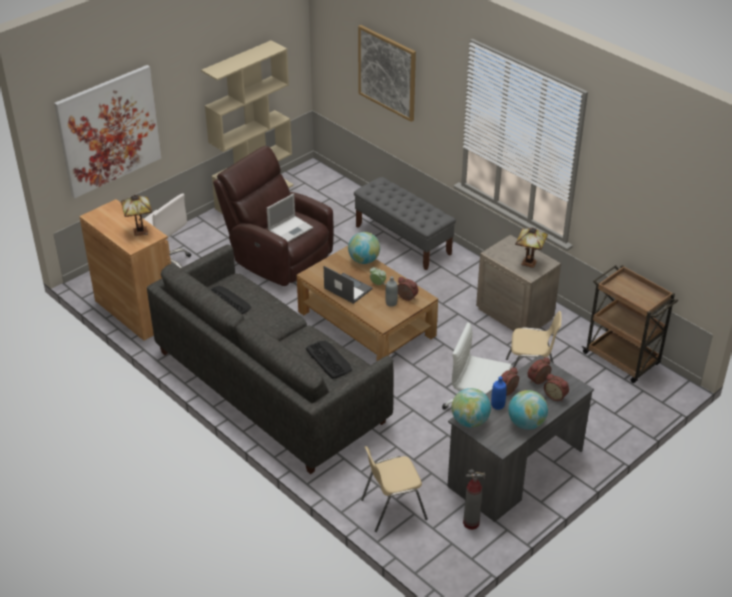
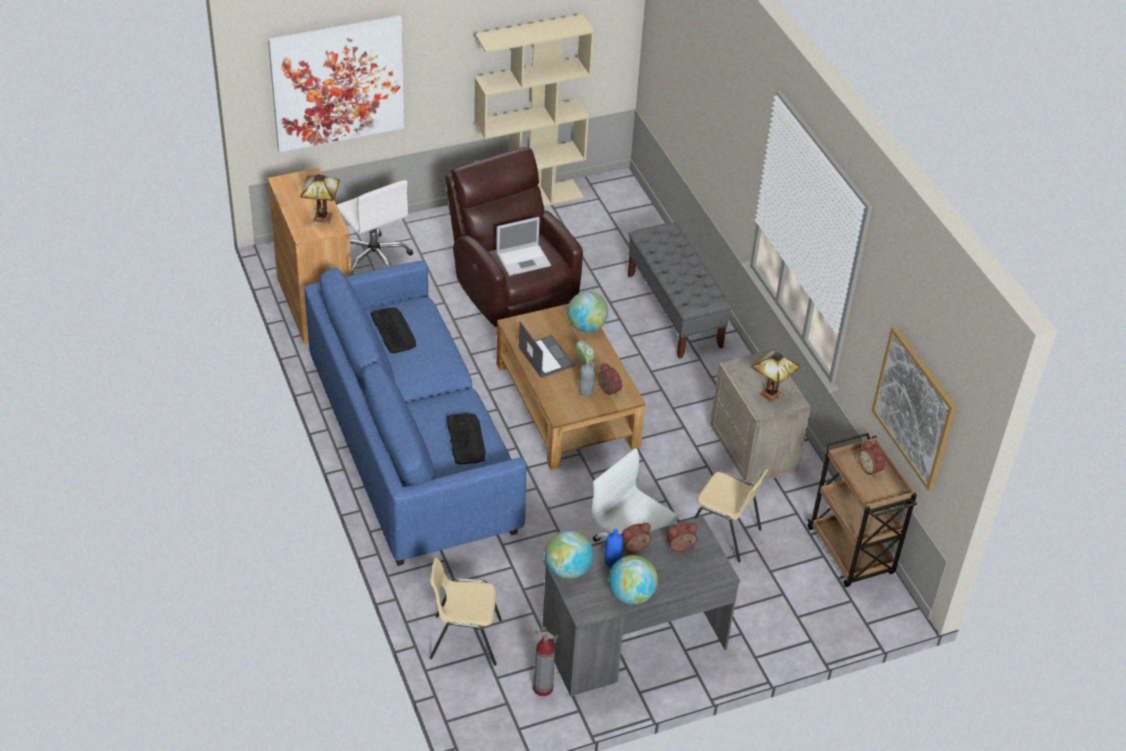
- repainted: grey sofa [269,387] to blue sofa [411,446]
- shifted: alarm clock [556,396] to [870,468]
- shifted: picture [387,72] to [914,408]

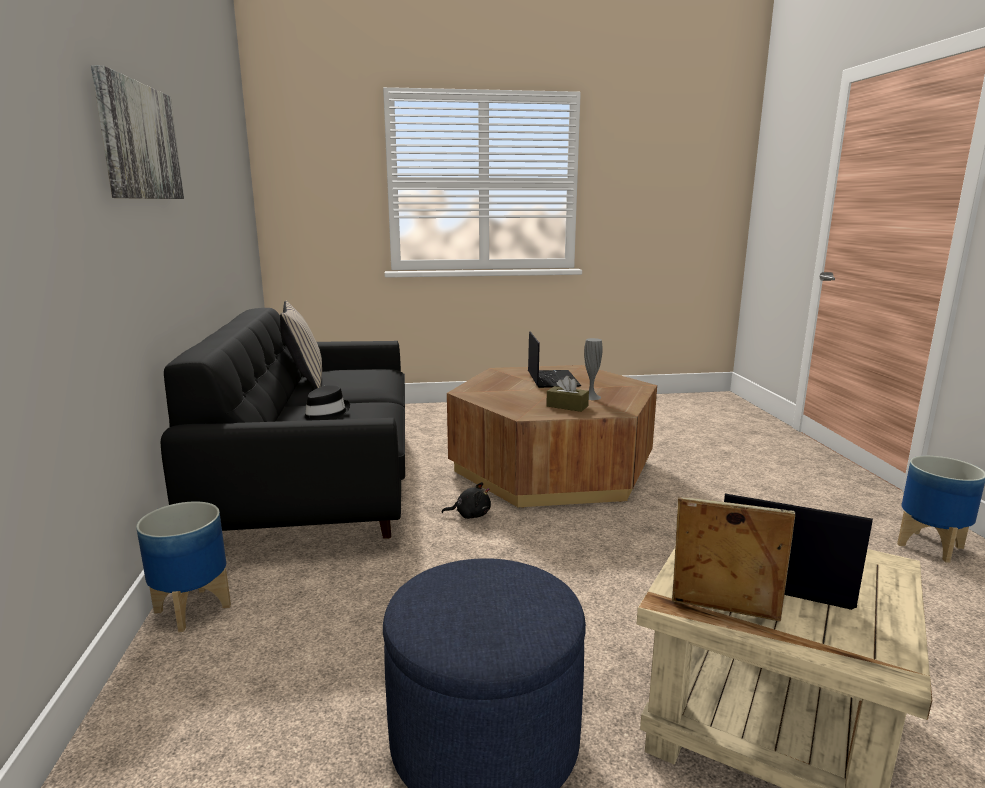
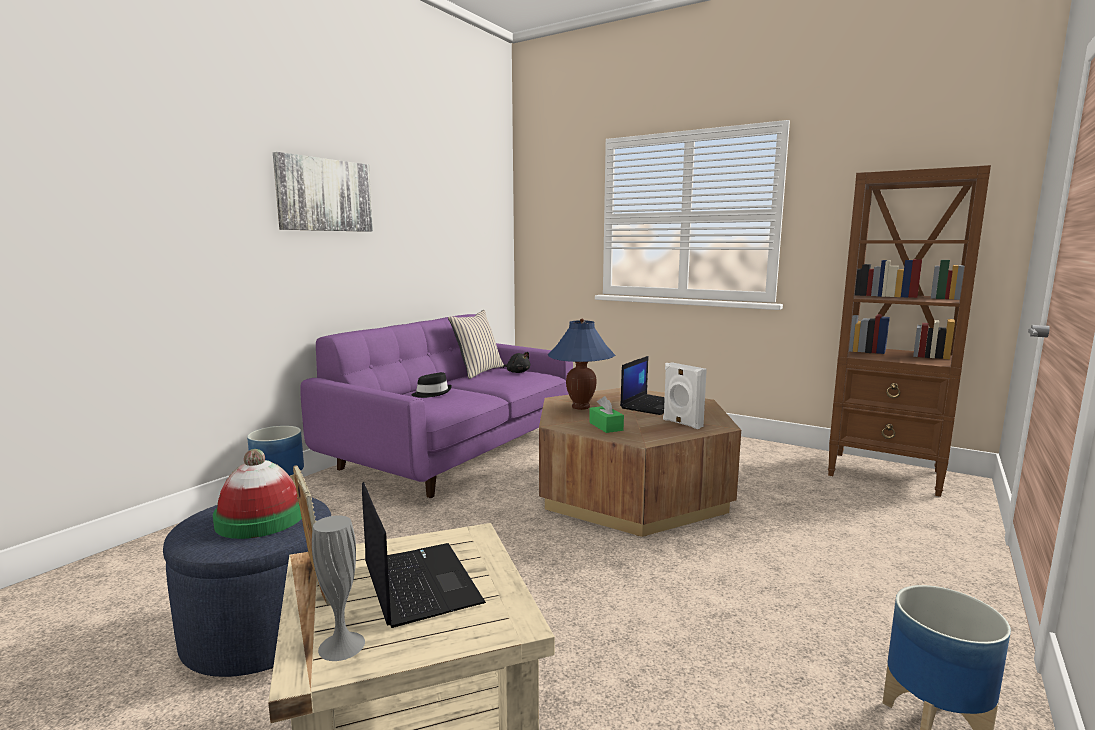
- new: hat [260,518]
- repainted: black sofa [319,482] to purple sofa [455,451]
- shifted: grey vase [591,397] to [341,645]
- shifted: black plush toy [470,515] to [517,372]
- new: blue table lamp [581,407]
- repainted: brown tissue box [567,406] to green tissue box [606,426]
- new: white speaker [681,423]
- new: brown bookcase [886,473]

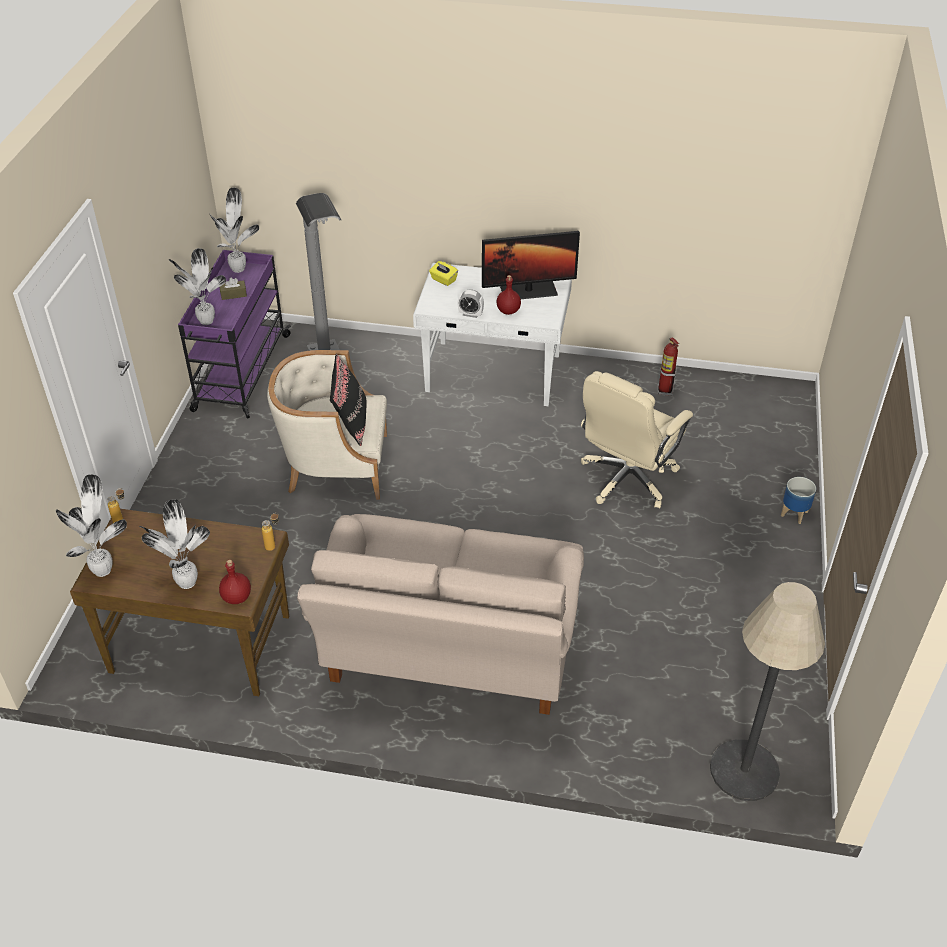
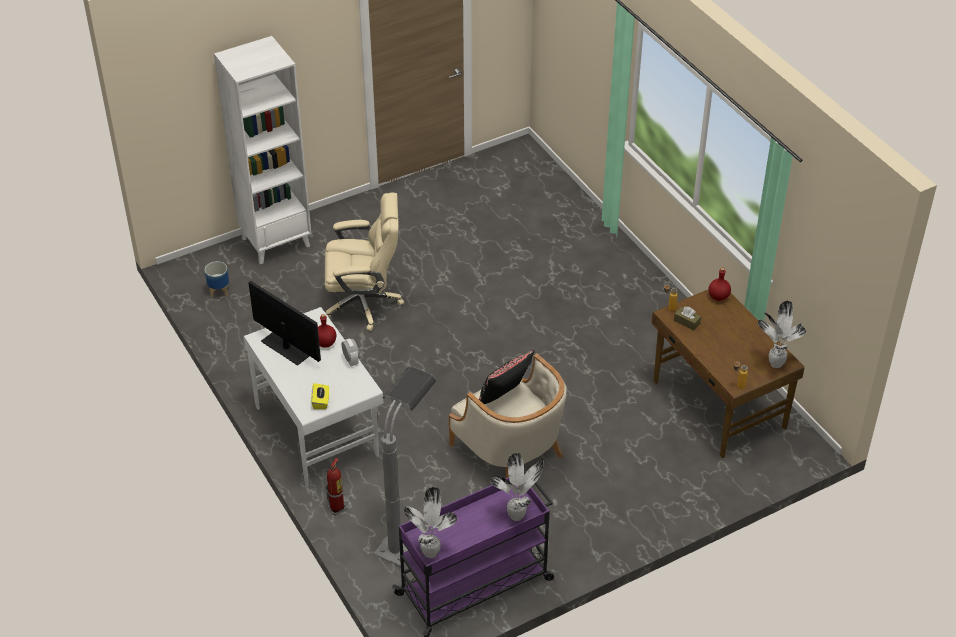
- shifted: planter [794,514] to [219,291]
- new: white bookcase [276,241]
- shifted: fire extinguisher [664,391] to [337,508]
- shifted: brown tissue box [233,294] to [687,322]
- gone: potted plant [185,584]
- gone: beige sofa [449,650]
- gone: floor lamp [744,770]

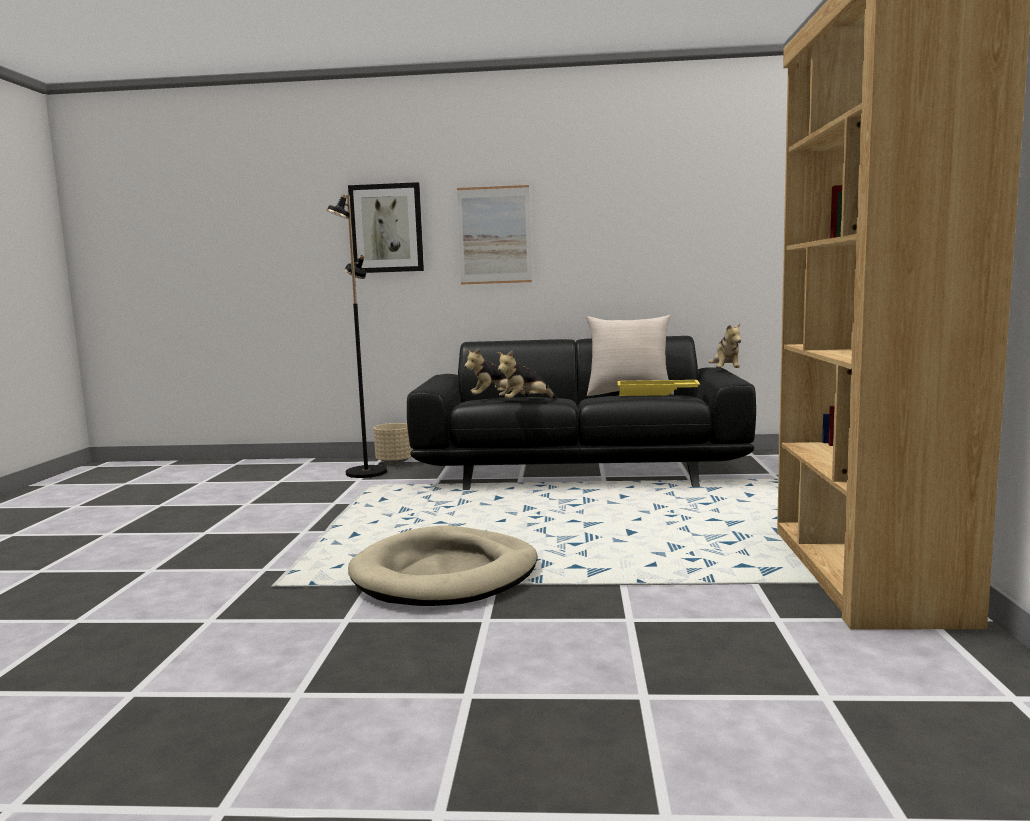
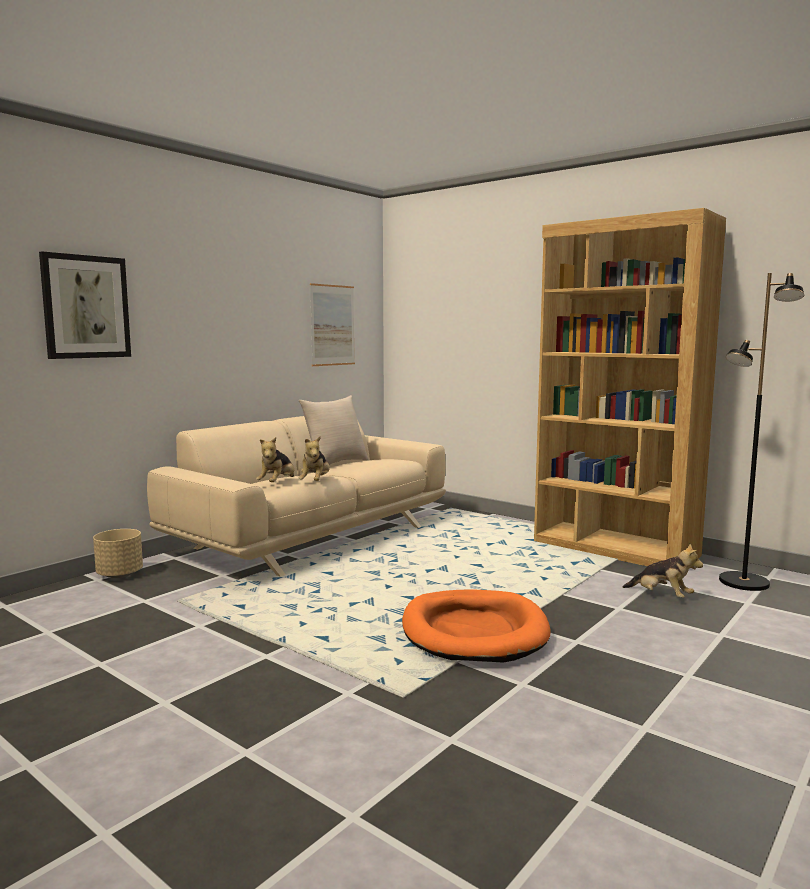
- repainted: black sofa [580,470] to beige sofa [313,537]
- shifted: picture [494,235] to [332,325]
- repainted: beige dog bed [446,574] to orange dog bed [474,631]
- shifted: plush toy [725,372] to [662,596]
- shifted: black floor lamp [365,473] to [743,582]
- gone: yellow tray [656,393]

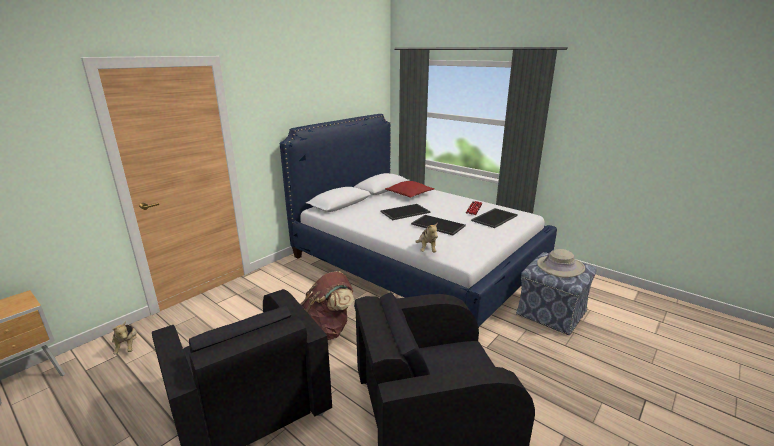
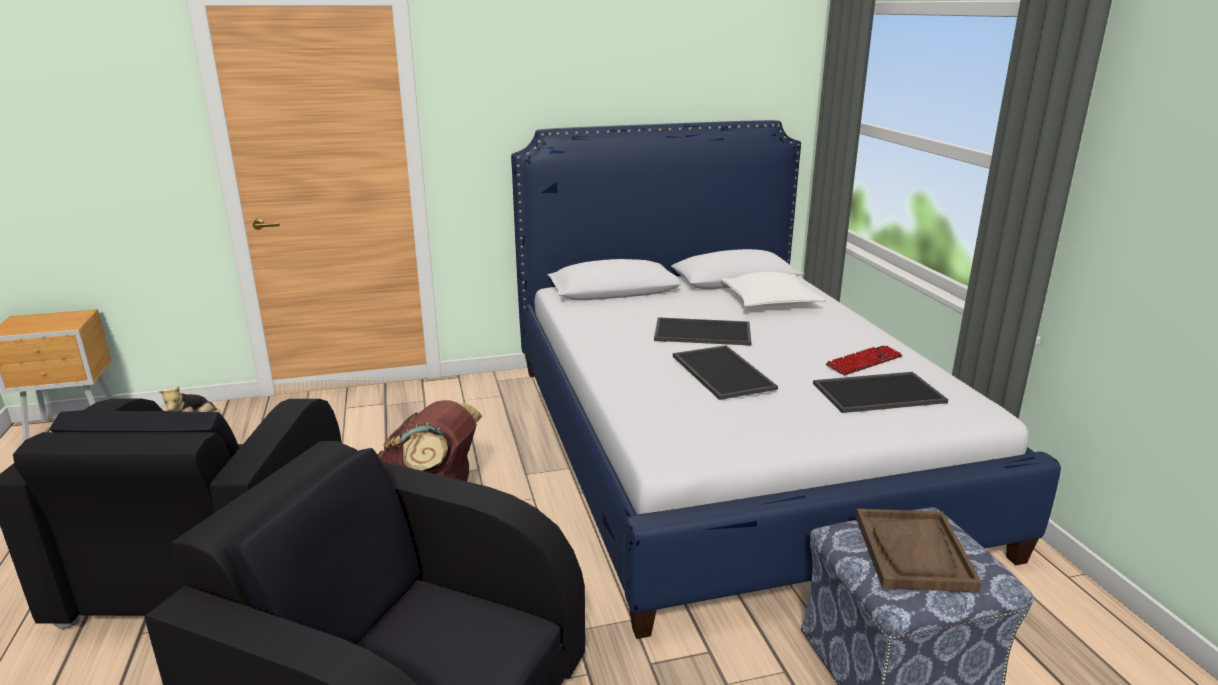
- repainted: red pillow [409,194] to white pillow [770,301]
- swapped: beige hat [560,267] to brown tray [913,552]
- gone: plush toy [427,249]

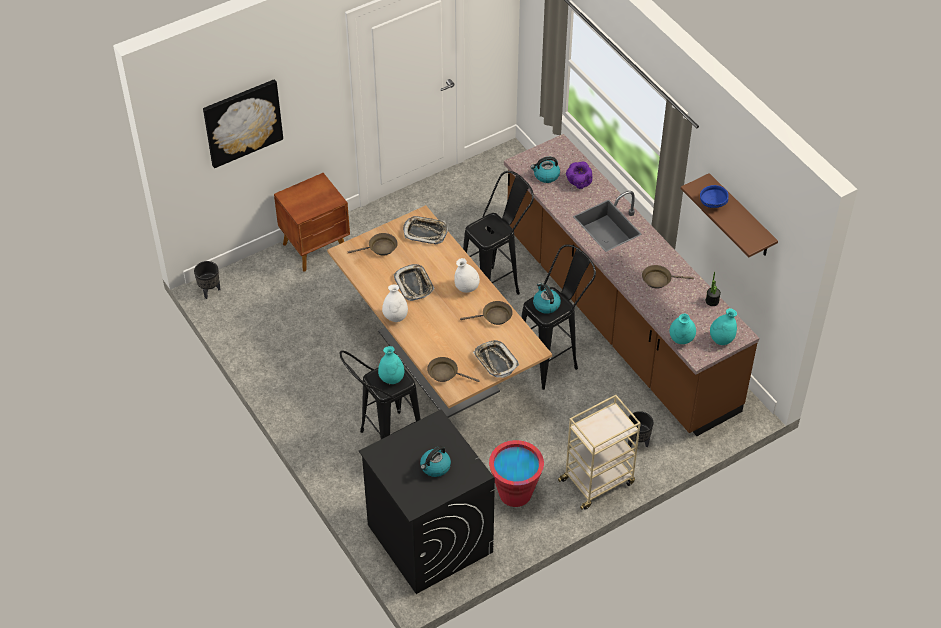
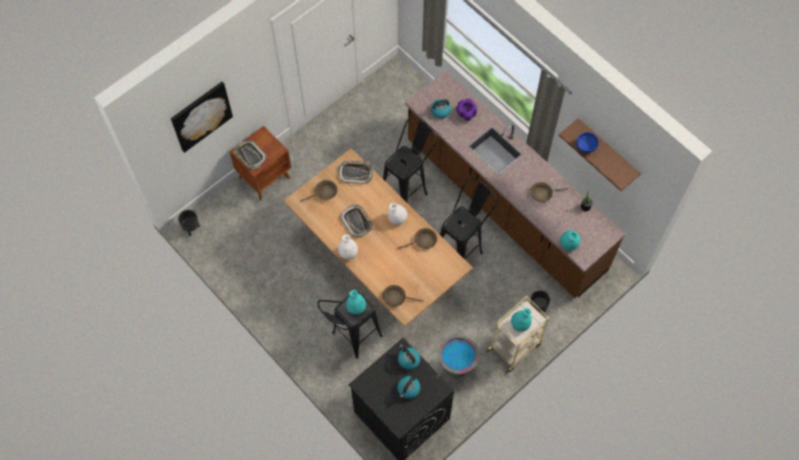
- shifted: tray [495,361] to [250,155]
- shifted: kettle [546,304] to [408,360]
- repainted: red bucket [515,493] to grey bucket [456,367]
- shifted: turquoise vase [721,339] to [520,324]

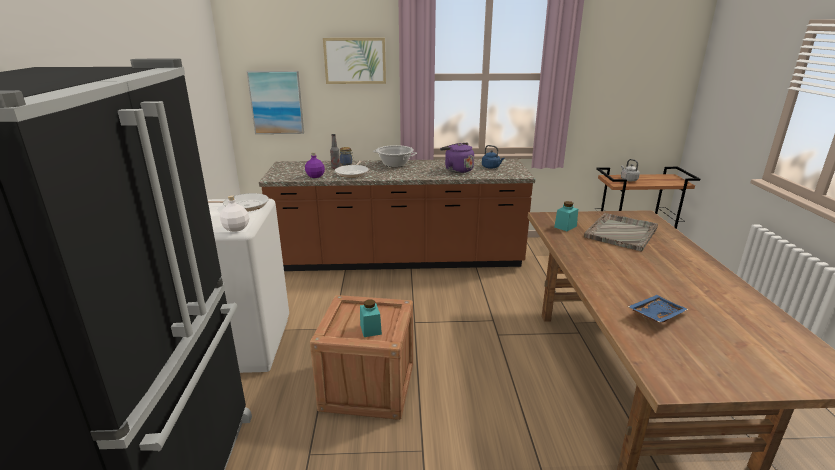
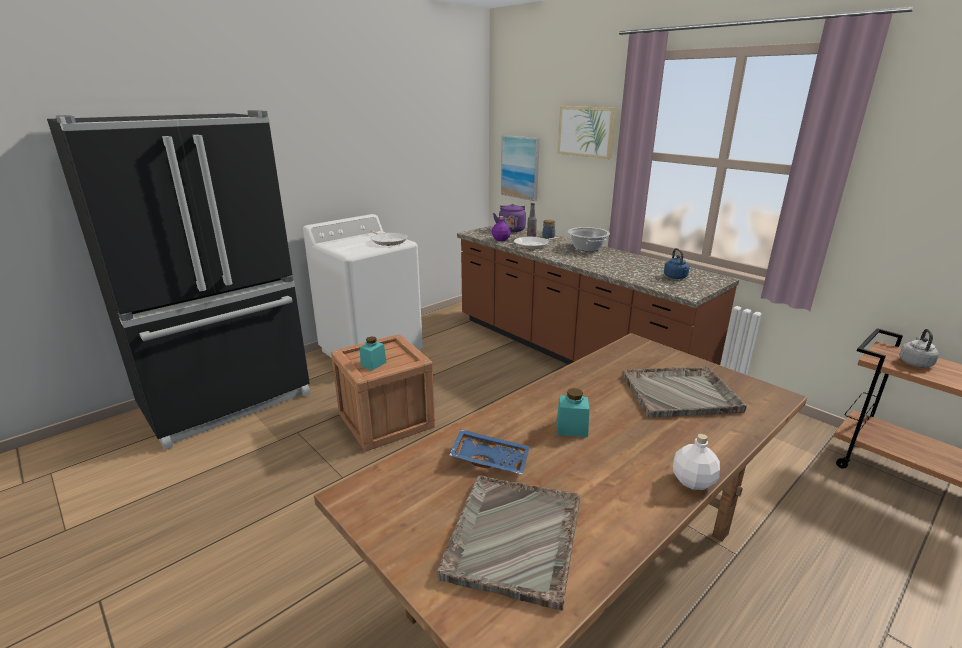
- new: grey tray [513,538]
- shifted: purple kettle [457,170] to [511,229]
- shifted: turquoise jar [565,226] to [571,428]
- shifted: white bottle [236,228] to [693,481]

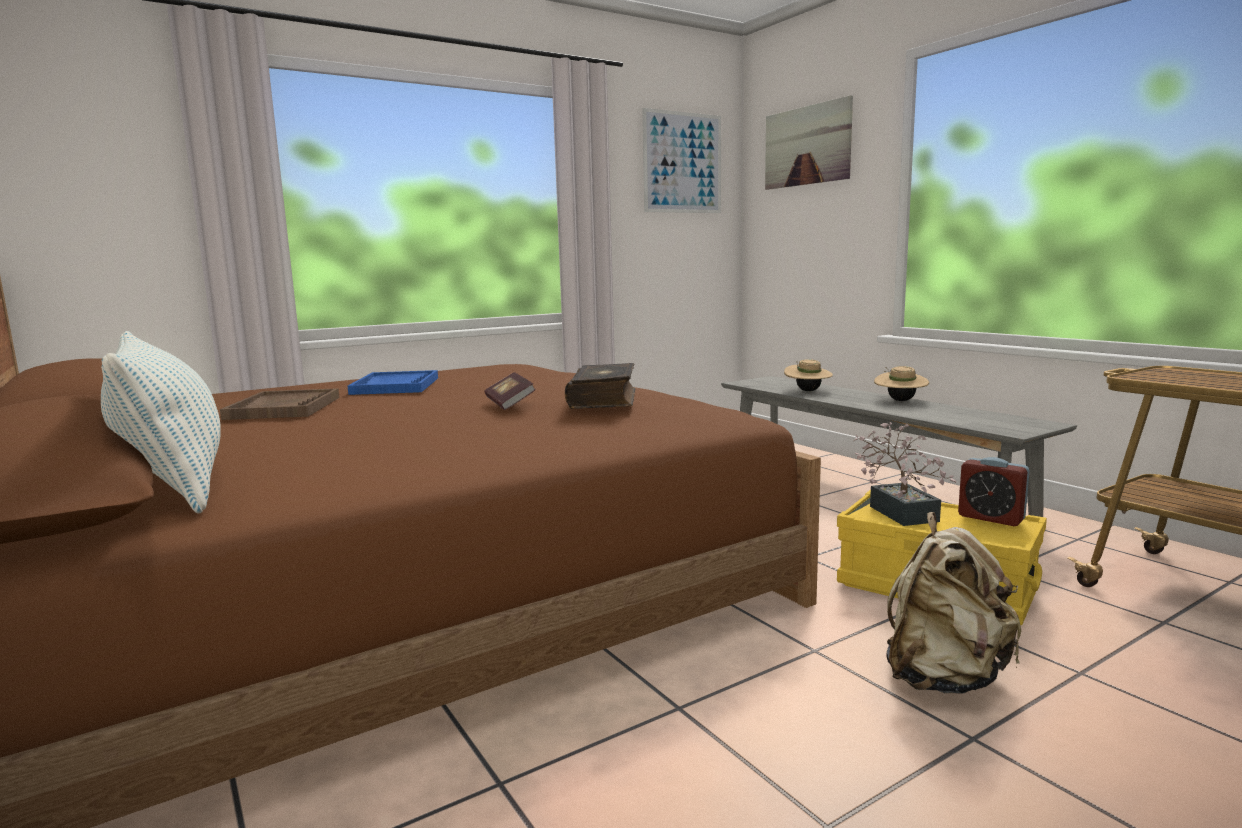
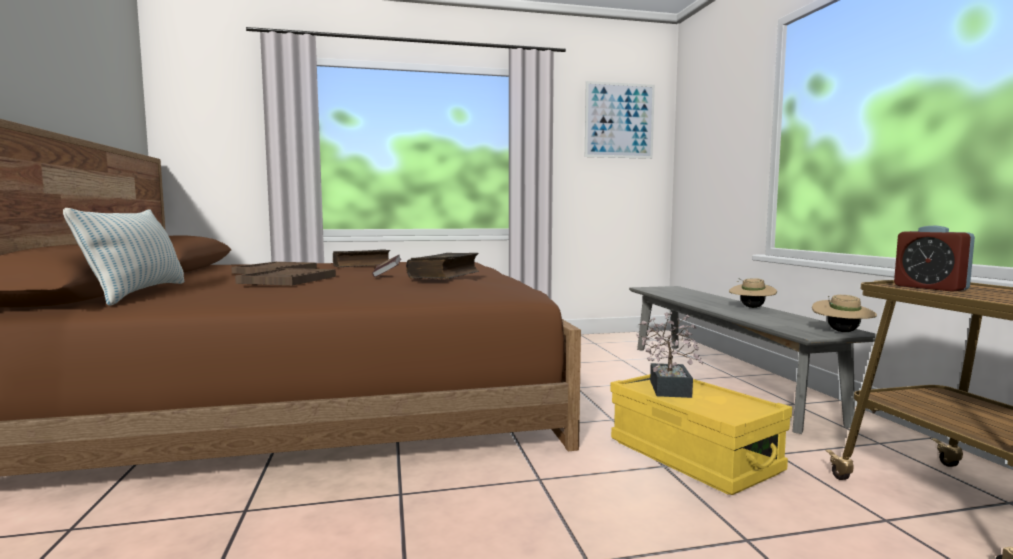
- new: brown tray [288,280]
- swapped: blue tray [396,386] to book [361,265]
- shifted: beige hat [807,391] to [842,331]
- shifted: alarm clock [991,518] to [930,288]
- gone: picture [807,146]
- gone: beige backpack [944,677]

